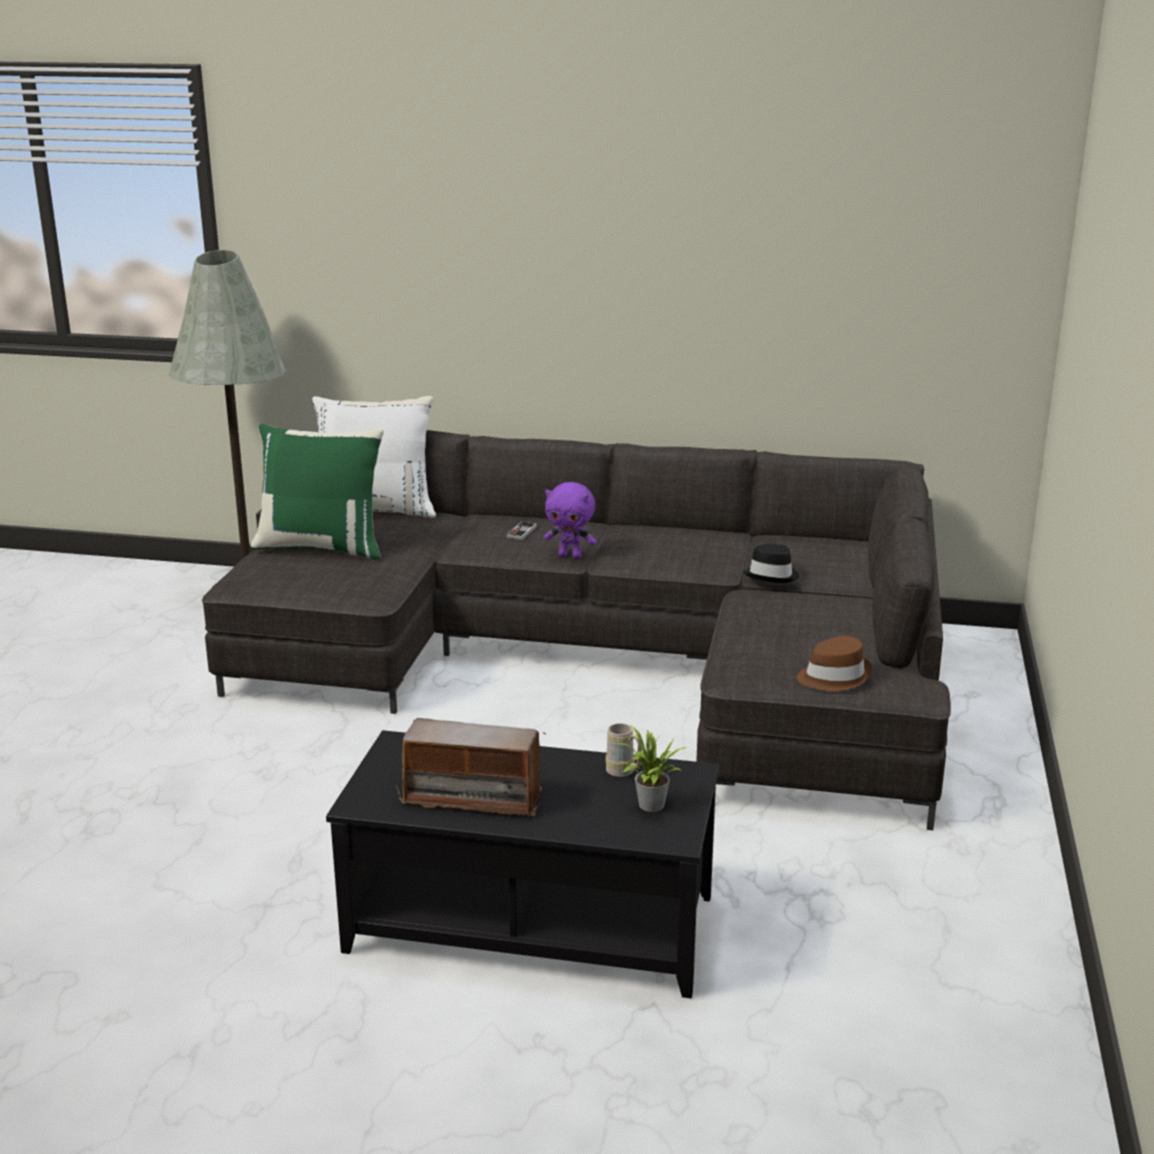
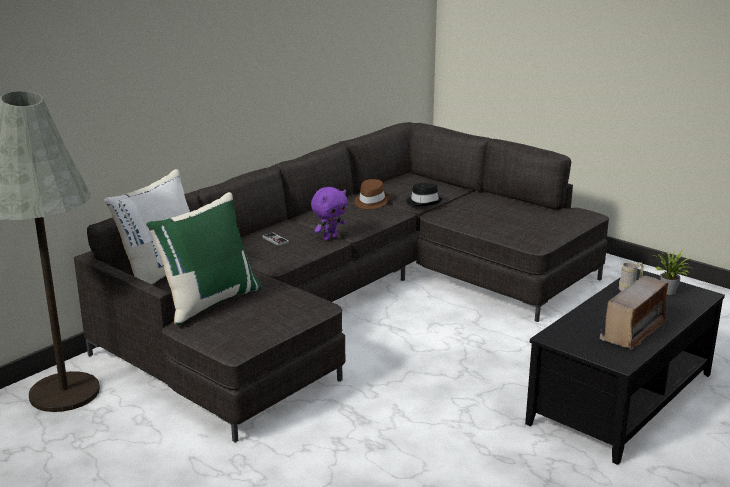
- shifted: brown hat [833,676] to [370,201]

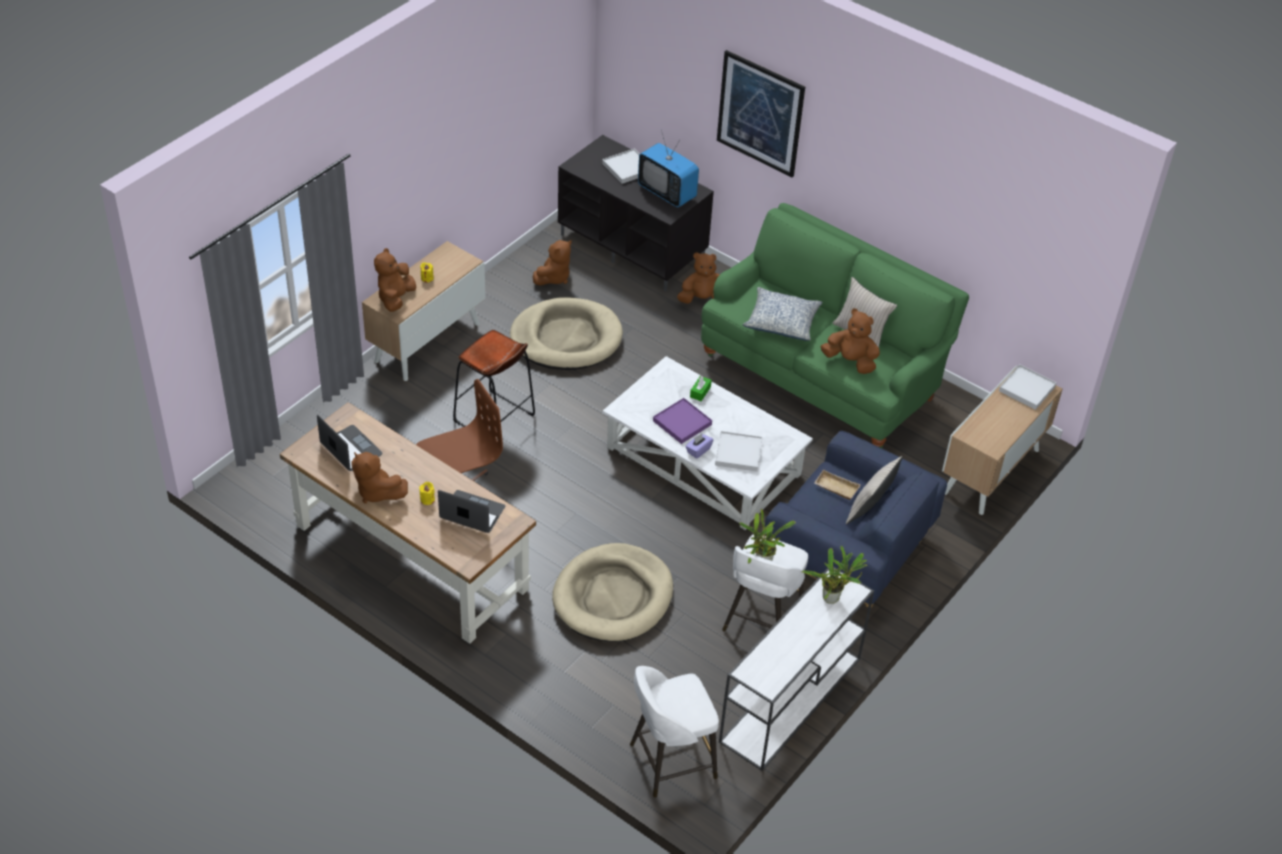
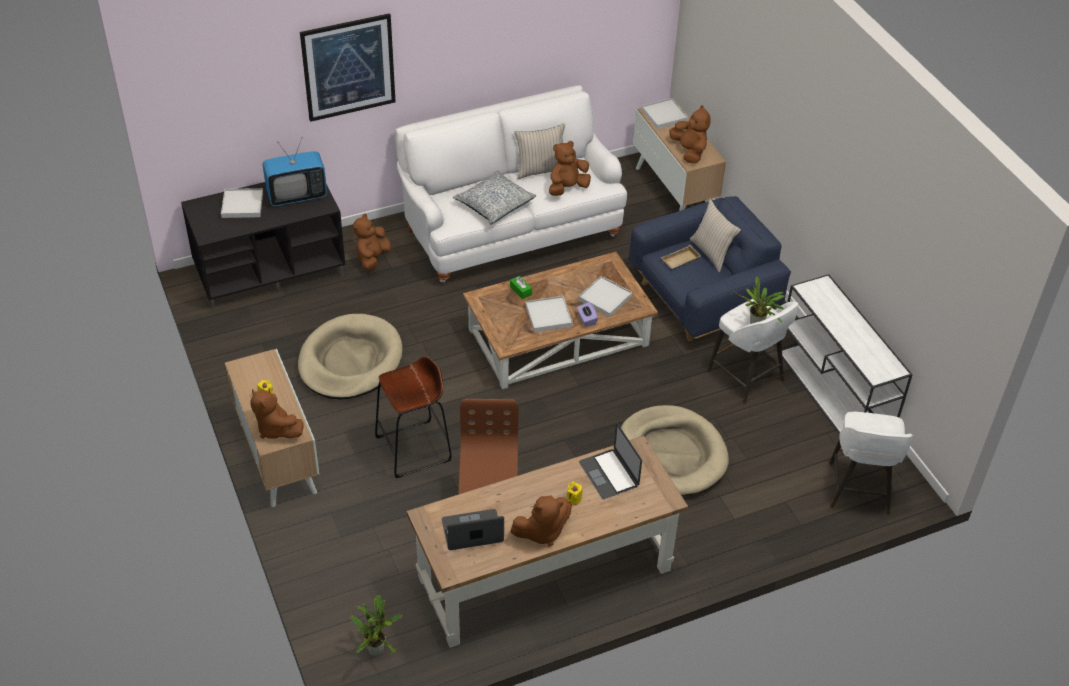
- shifted: potted plant [833,598] to [377,648]
- repainted: green sofa [822,372] to white sofa [510,229]
- repainted: white coffee table [705,461] to brown coffee table [558,336]
- repainted: purple tray [682,423] to white tray [548,316]
- rotated: laptop [472,512] = [609,474] 75 degrees counterclockwise
- shifted: brown plush toy [554,277] to [689,151]

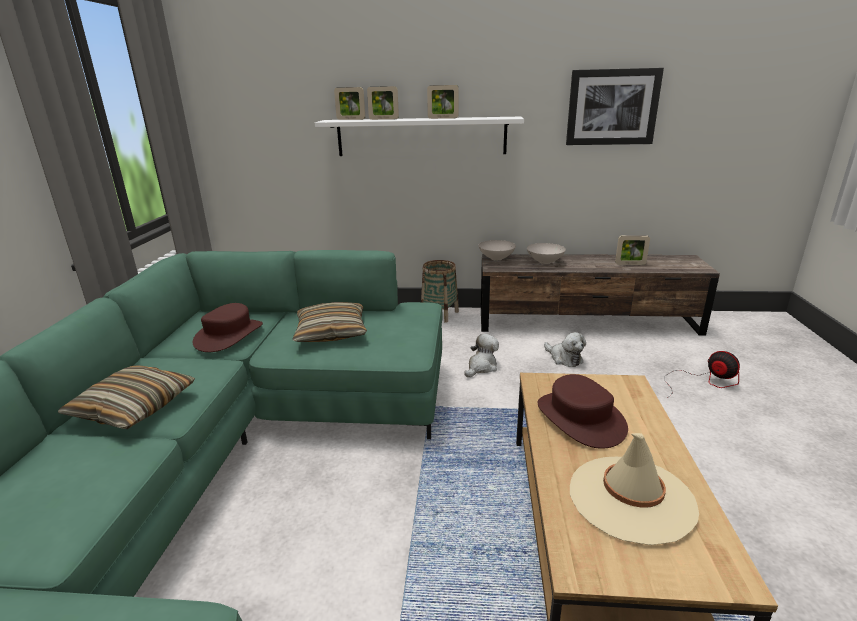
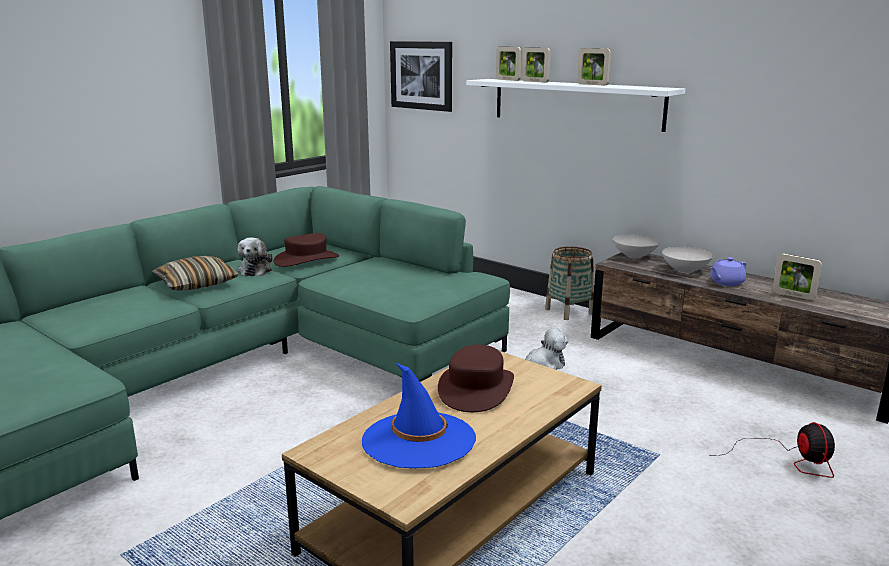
- shifted: plush toy [564,358] to [256,270]
- repainted: beige hat [630,498] to blue hat [418,440]
- shifted: picture [612,107] to [421,75]
- new: purple teapot [726,283]
- gone: pillow [331,332]

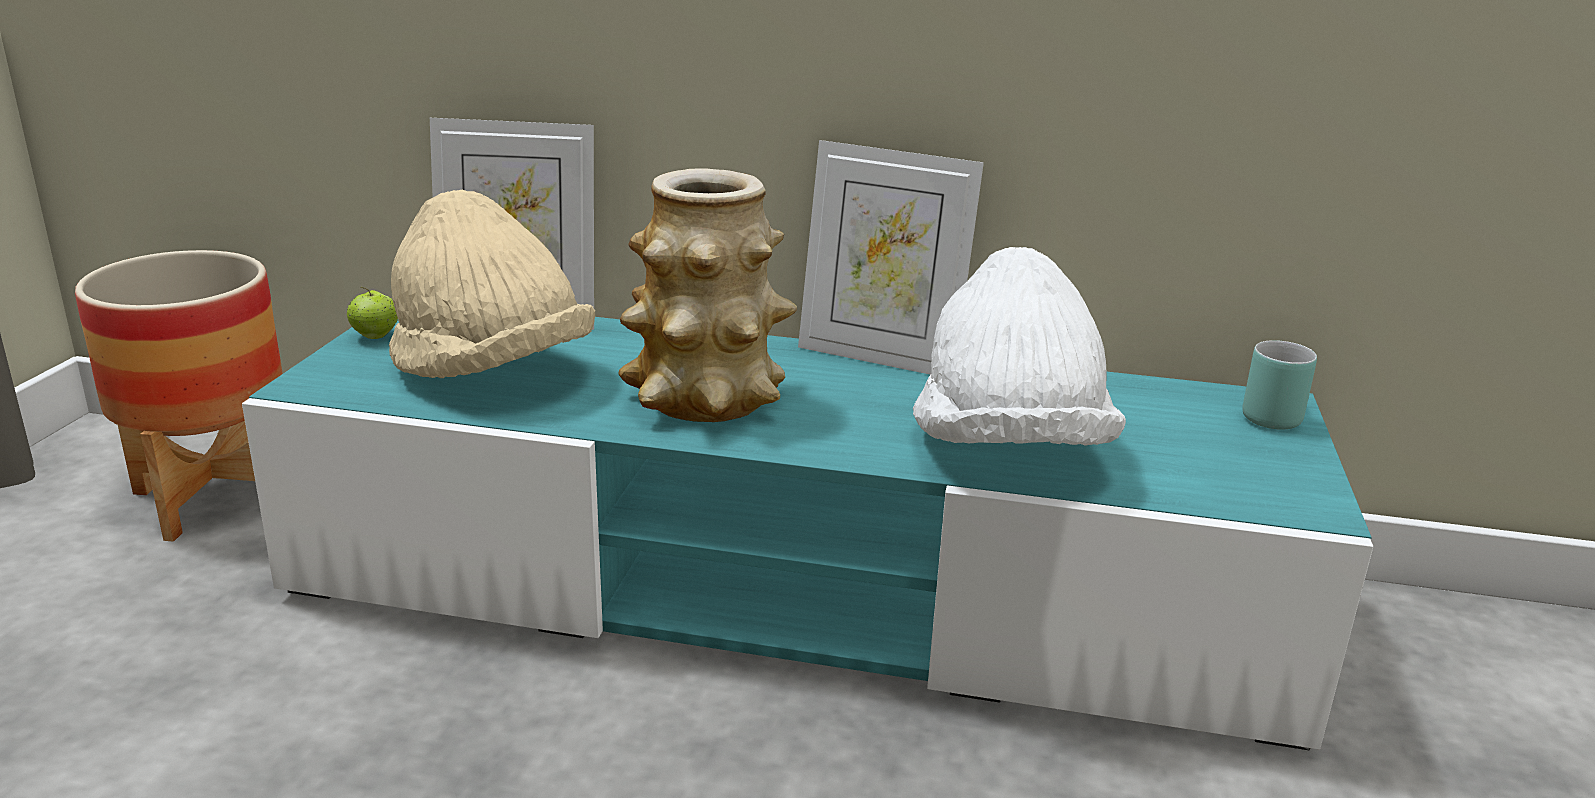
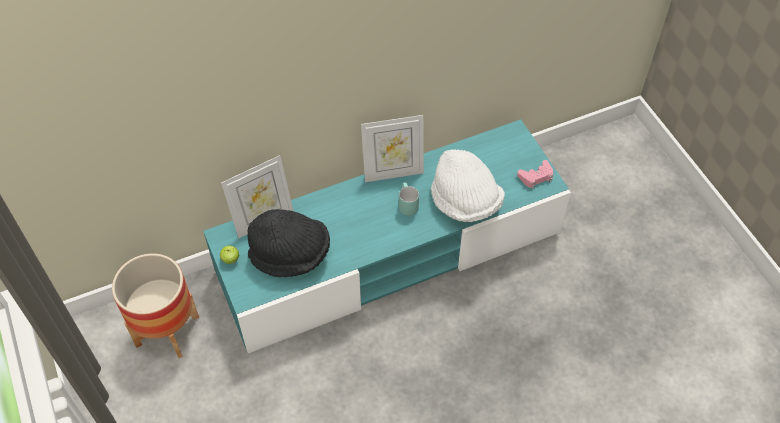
- repainted: beige hat [491,372] to black hat [291,255]
- shifted: turquoise mug [1267,413] to [406,205]
- new: pink game controller [536,177]
- gone: vase [706,399]

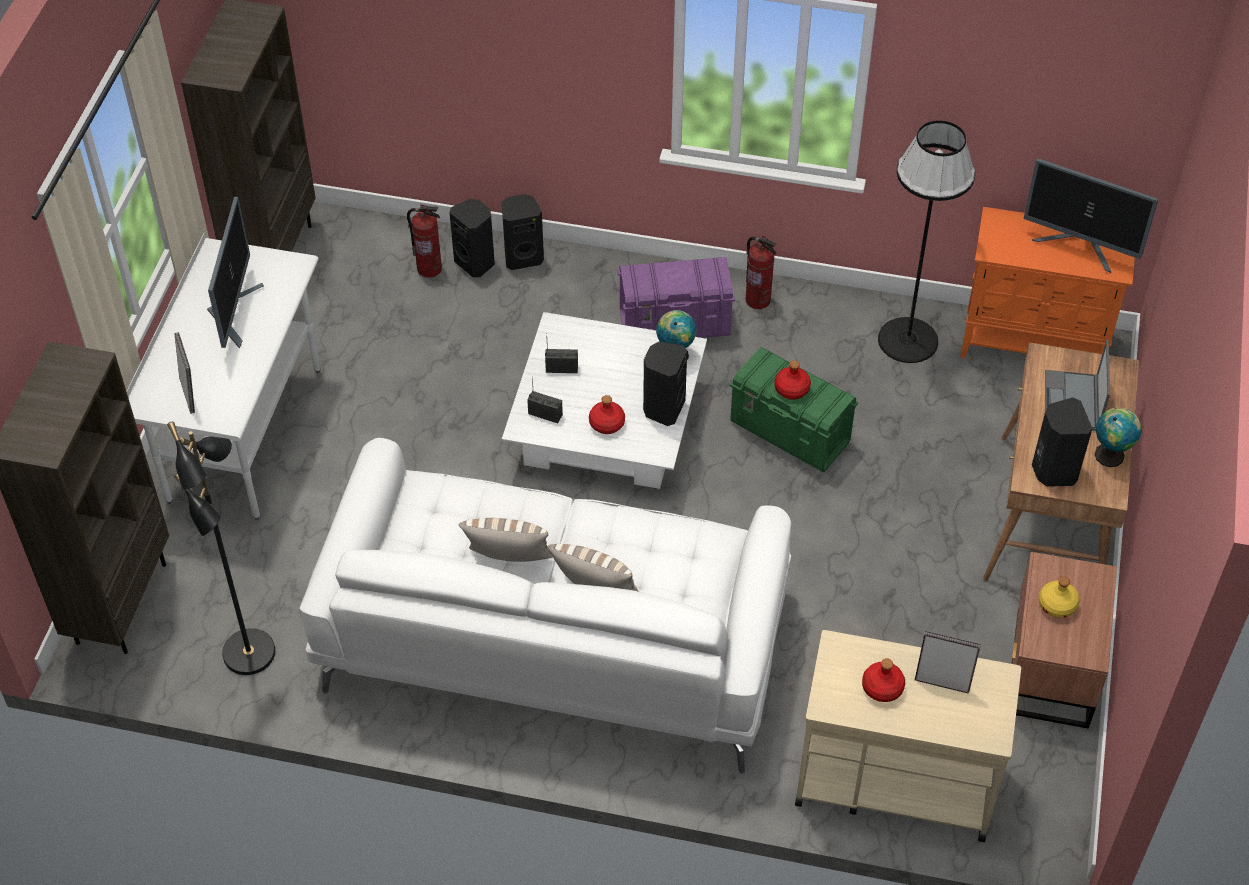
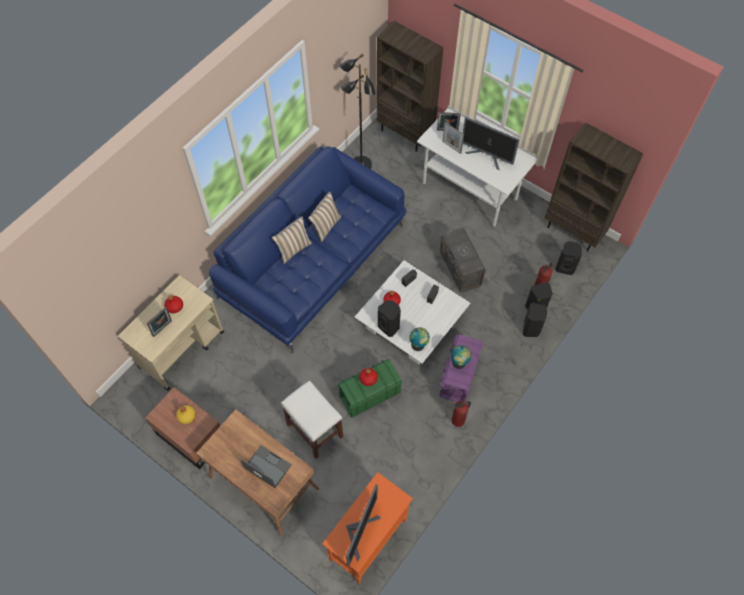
- repainted: white sofa [552,636] to blue sofa [314,260]
- new: white stool [315,431]
- rotated: monitor [1080,247] = [360,532] 150 degrees clockwise
- new: grey storage box [460,269]
- new: picture frame [451,147]
- shifted: globe [1111,454] to [459,363]
- shifted: black speaker [1052,470] to [565,267]
- gone: black floor lamp [908,340]

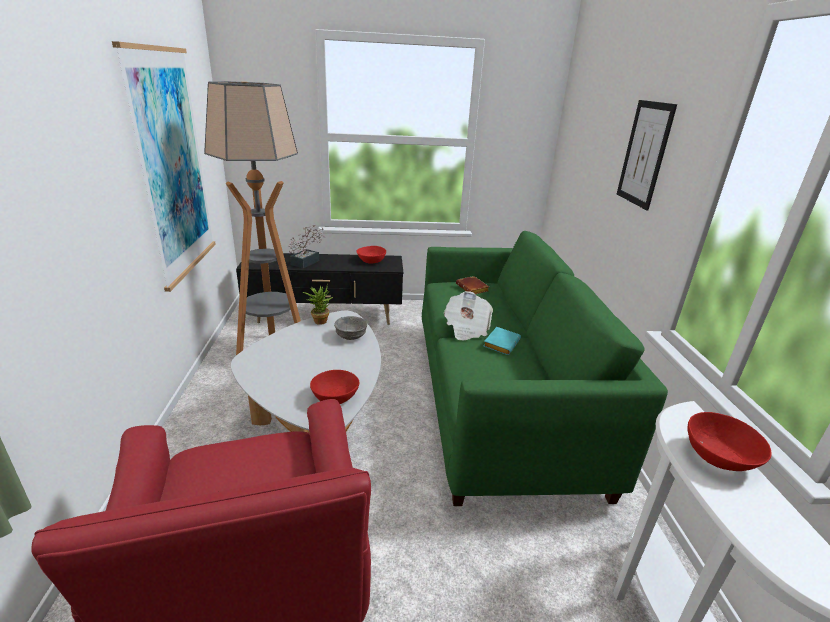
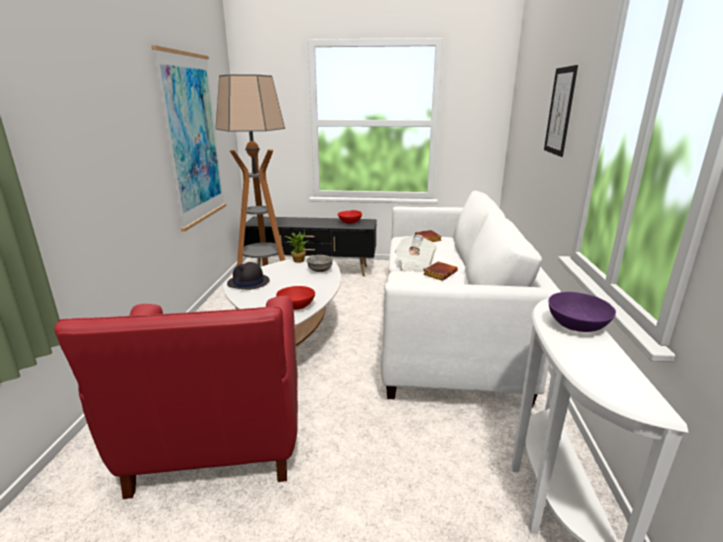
- new: black hat [248,282]
- repainted: green sofa [499,400] to white sofa [446,331]
- repainted: turquoise book [500,343] to brown book [439,273]
- repainted: red bowl [719,457] to purple bowl [577,326]
- gone: potted plant [307,261]

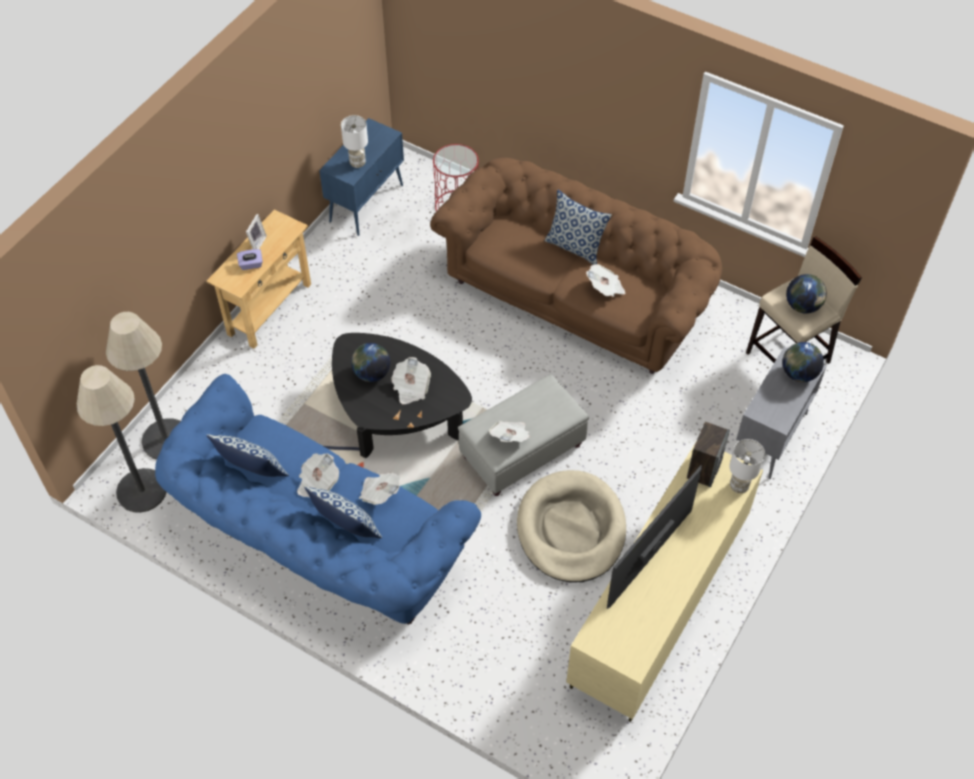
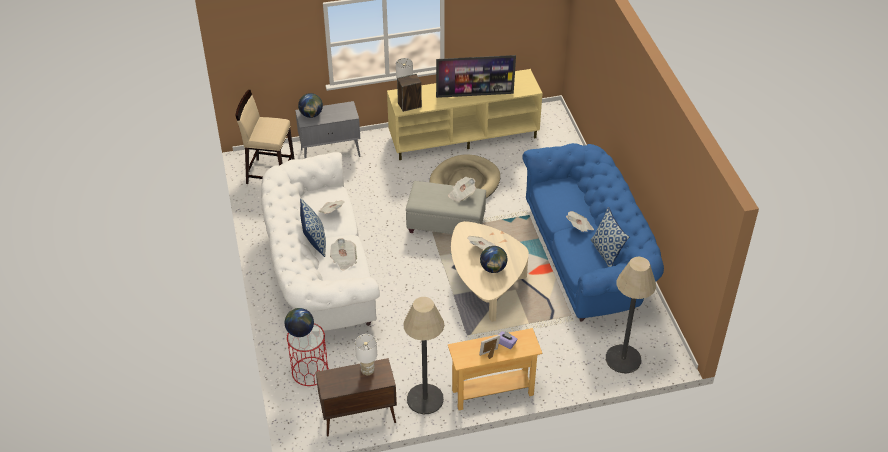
- repainted: brown sofa [576,295] to white sofa [319,271]
- shifted: globe [802,306] to [300,331]
- repainted: blue cabinet [367,203] to brown cabinet [358,417]
- shifted: newspaper [380,493] to [344,259]
- shifted: floor lamp [141,490] to [425,399]
- repainted: black coffee table [396,413] to beige coffee table [486,283]
- gone: pillow [347,529]

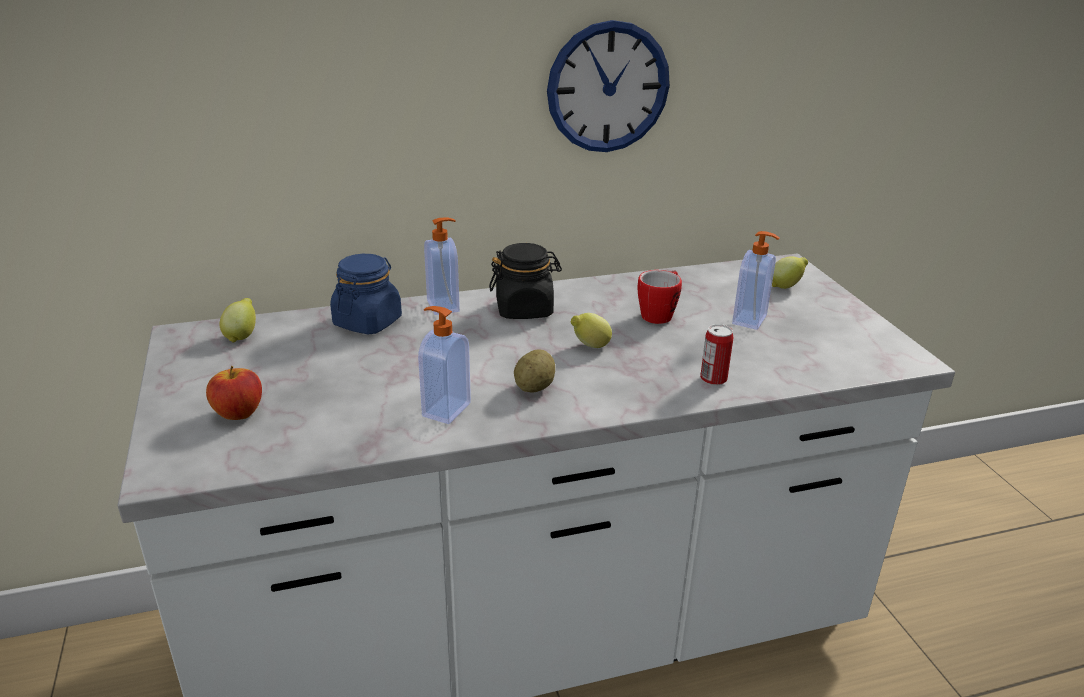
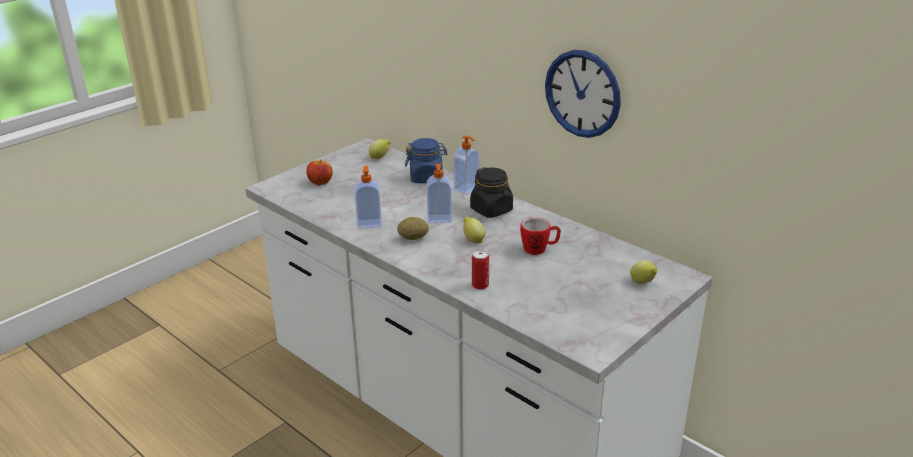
- shifted: soap dispenser [751,320] to [439,219]

